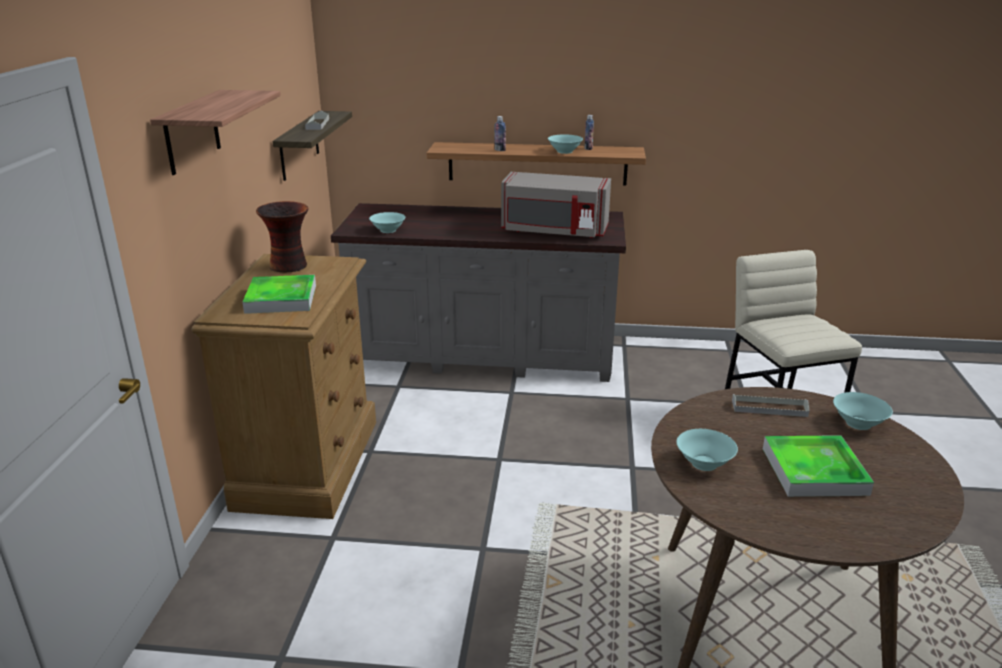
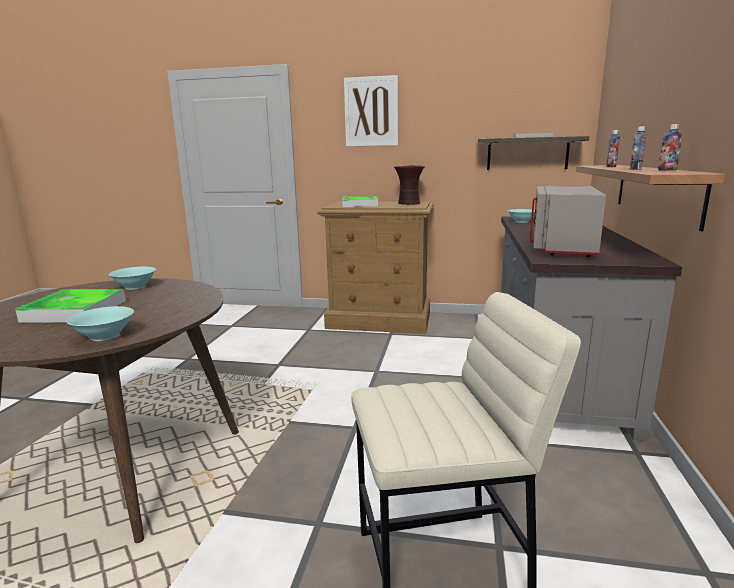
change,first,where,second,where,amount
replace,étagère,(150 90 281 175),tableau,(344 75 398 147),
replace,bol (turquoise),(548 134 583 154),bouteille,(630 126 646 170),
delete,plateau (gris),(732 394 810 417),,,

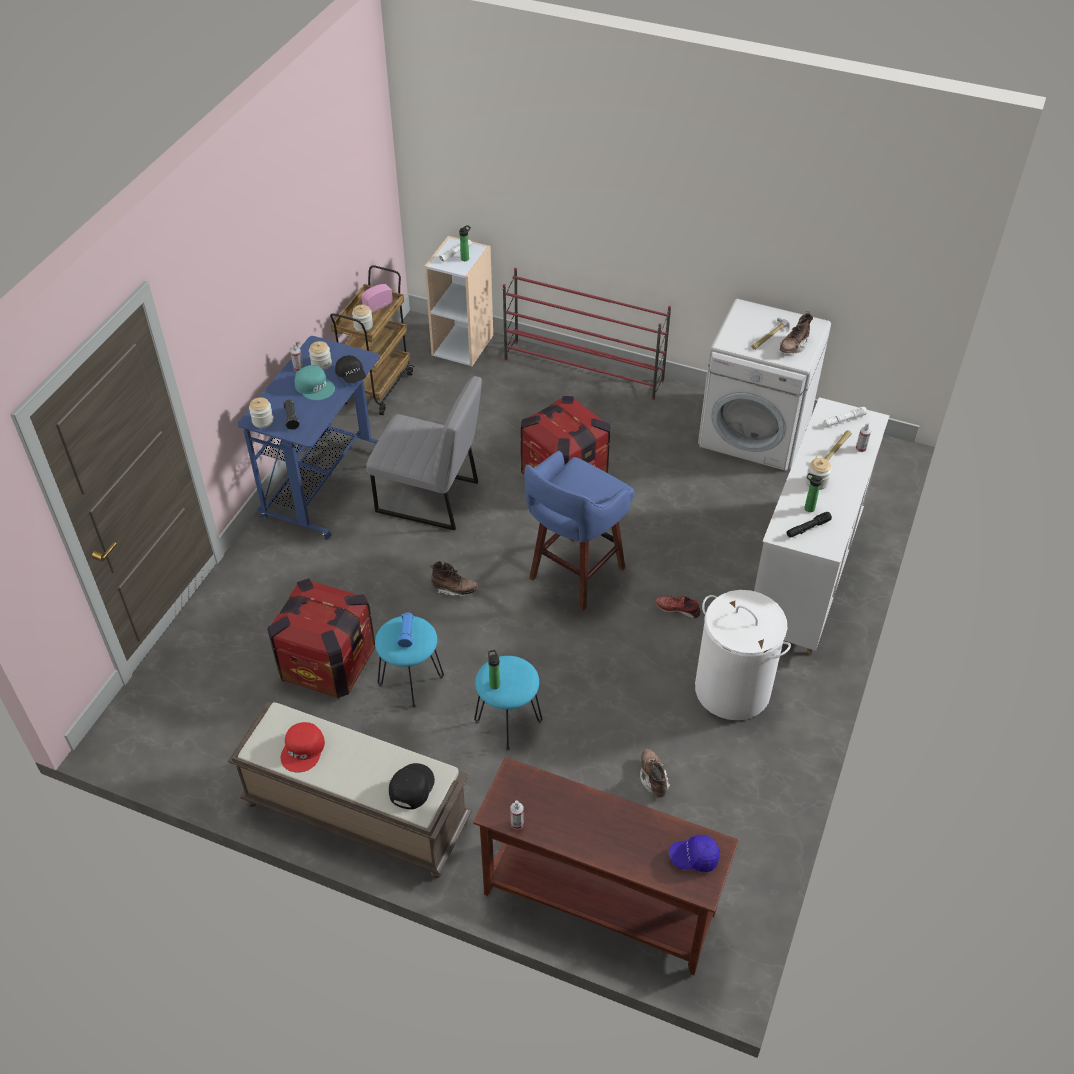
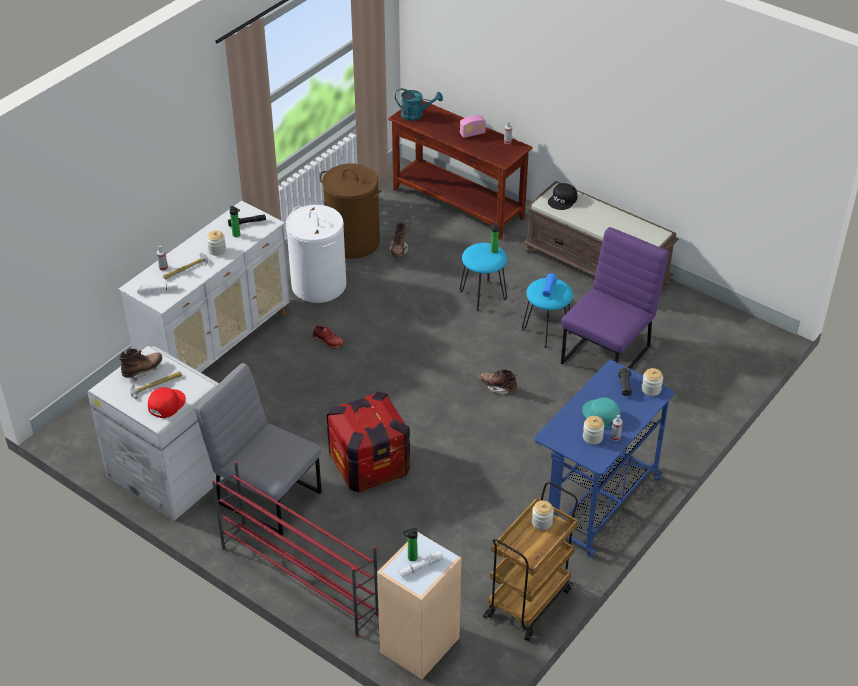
change,first,where,second,where,amount
move,casquette (rouge),(280 722 325 773),,(148 387 186 418),
move,chaise (gris),(366 376 482 531),,(195 363 322 535),
insert,,,panier à linge (marron),(320 163 381 259),
replace,casquette (bleu),(669 835 720 872),arrosoir (turquoise),(395 88 443 121),
move,radio,(361 284 393 313),,(460 115 486 138),
replace,caisse,(267 578 375 698),chaise (violet),(561 227 669 369),
delete,casquette (noir),(335 355 366 384),,,
delete,tabouret (bleu),(524 451 635 611),,,

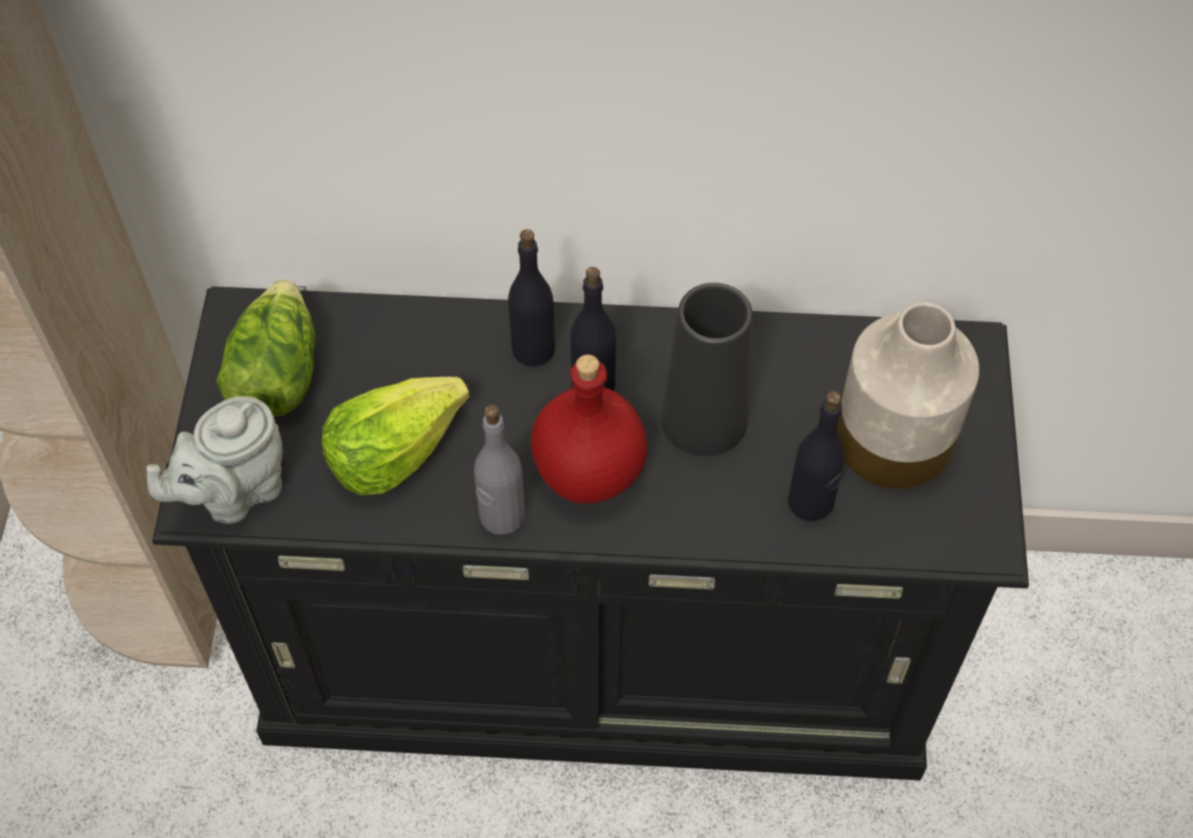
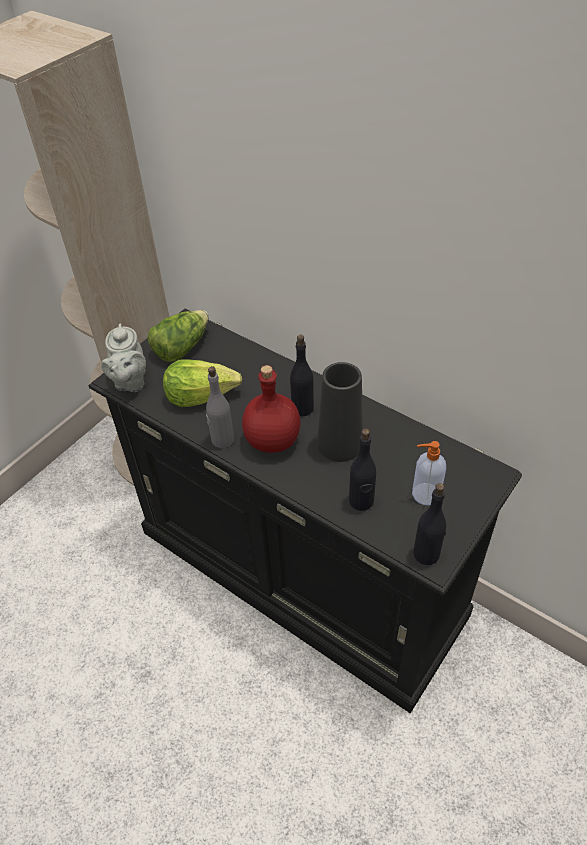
change,first,where,second,where,amount
rotate,théière (gris),(146 396 283 524),,(101 323 146 392),90 degrees counterclockwise
replace,vase (beige),(836 302 979 489),distributeur de savon,(412 441 446 505),
move,bouteille (noir),(508 229 555 367),,(413 483 446 565),

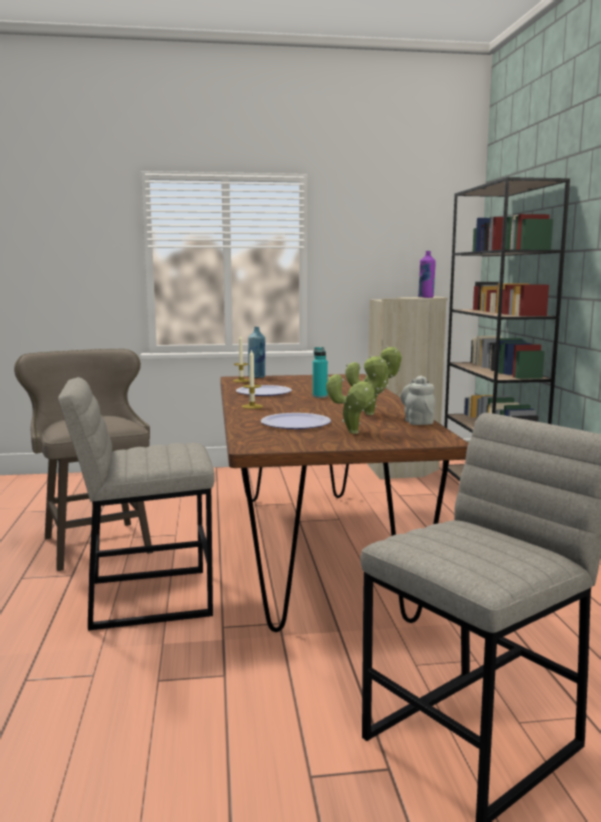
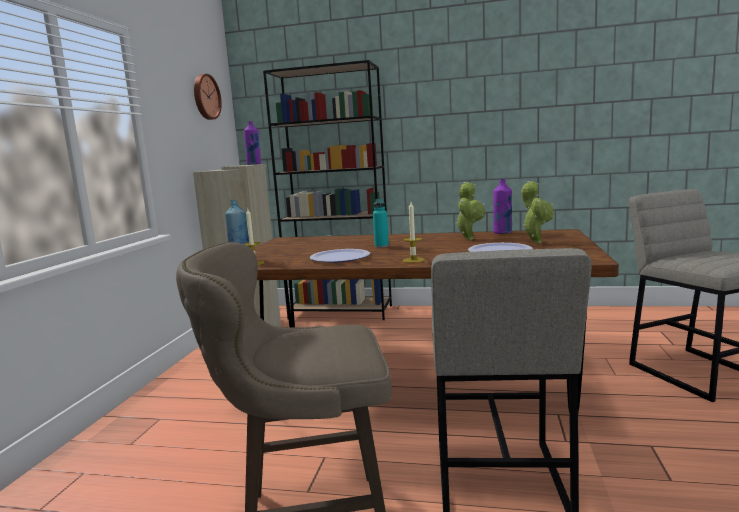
change,first,where,second,where,amount
insert,,,horloge murale,(194 74 222 120),
replace,théière (gris),(400 376 435 425),bouteille (violet),(493 179 512 234),

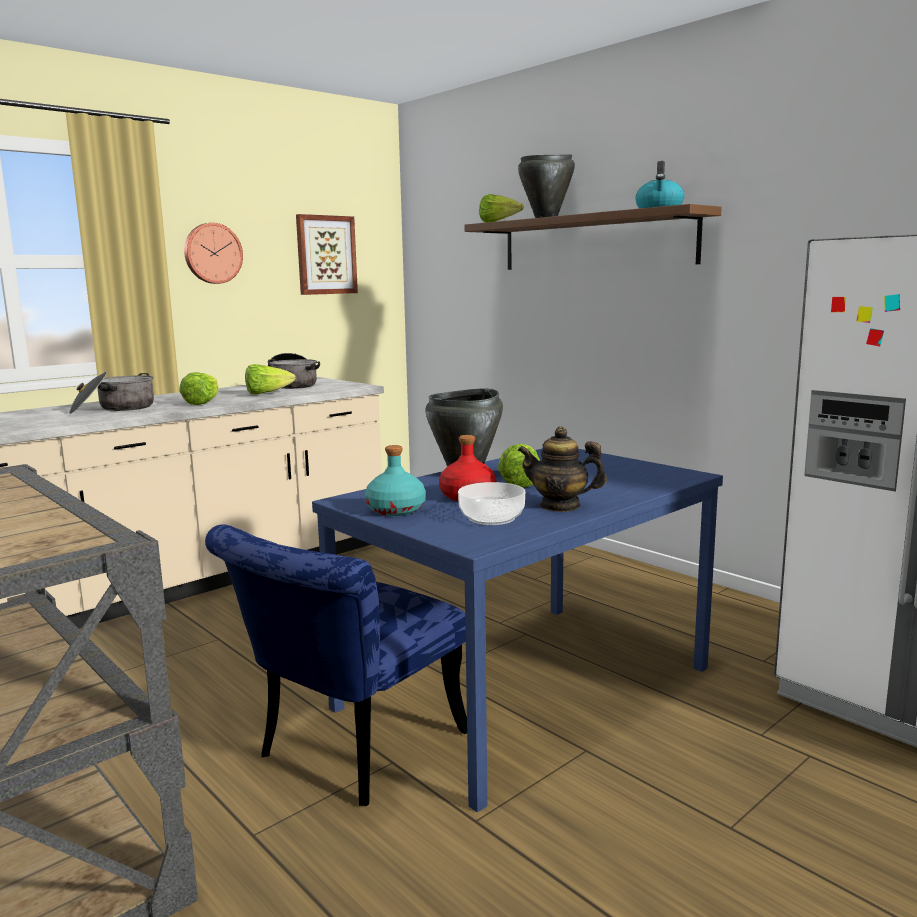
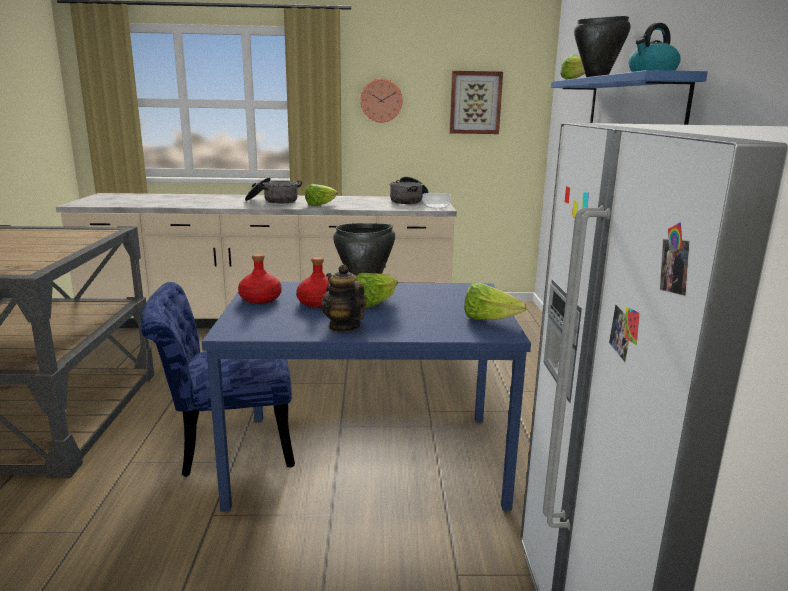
change,first,where,second,where,amount
recolor,bouteille (turquoise),(365 445 426 516),bouteille (rouge),(238 254 282 304),
move,bol,(458 482 525 525),,(422 193 451 209),
move,laitue,(245 364 296 394),,(464 283 527 320),
recolor,étagère (marron),(464 204 722 270),étagère (bleu),(551 70 708 125),

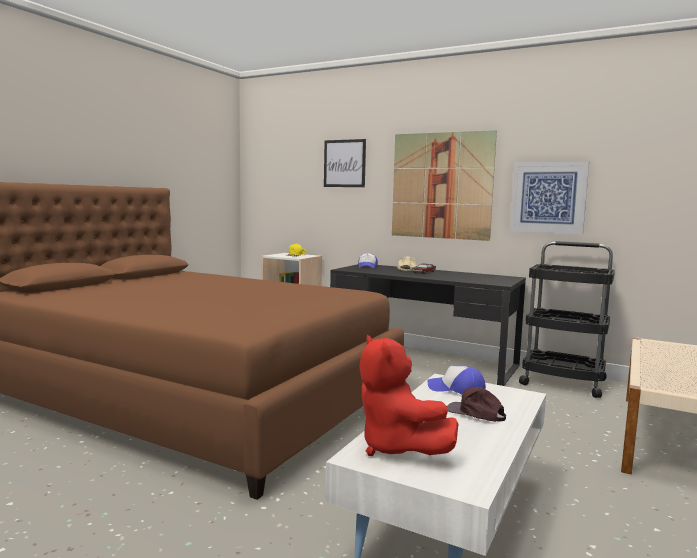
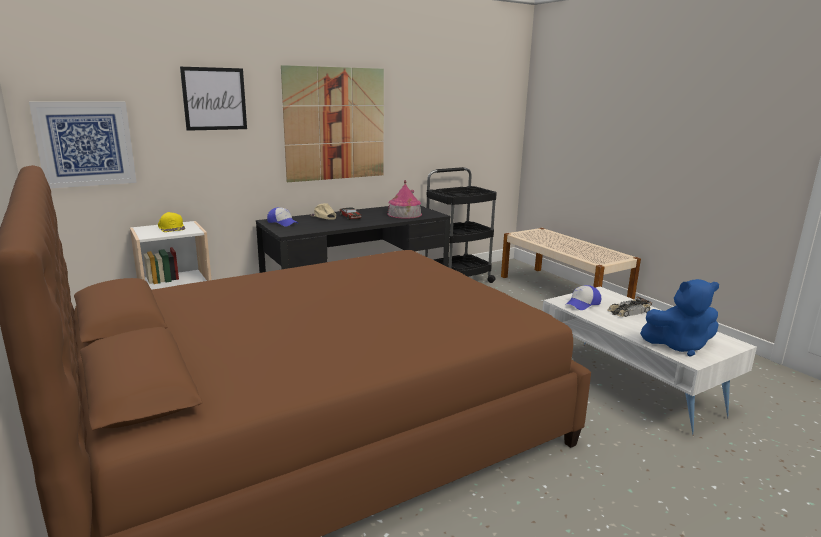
change,first,where,second,where,amount
move,tableau,(510 161 589 234),,(29 102 137 188),
insert,,,maison miniature,(387 180 422 219),
replace,casquette (marron),(447 387 506 422),petite voiture,(608 297 652 317),
recolor,peluche (rouge),(359 335 458 456),peluche (bleu),(640 279 719 357),

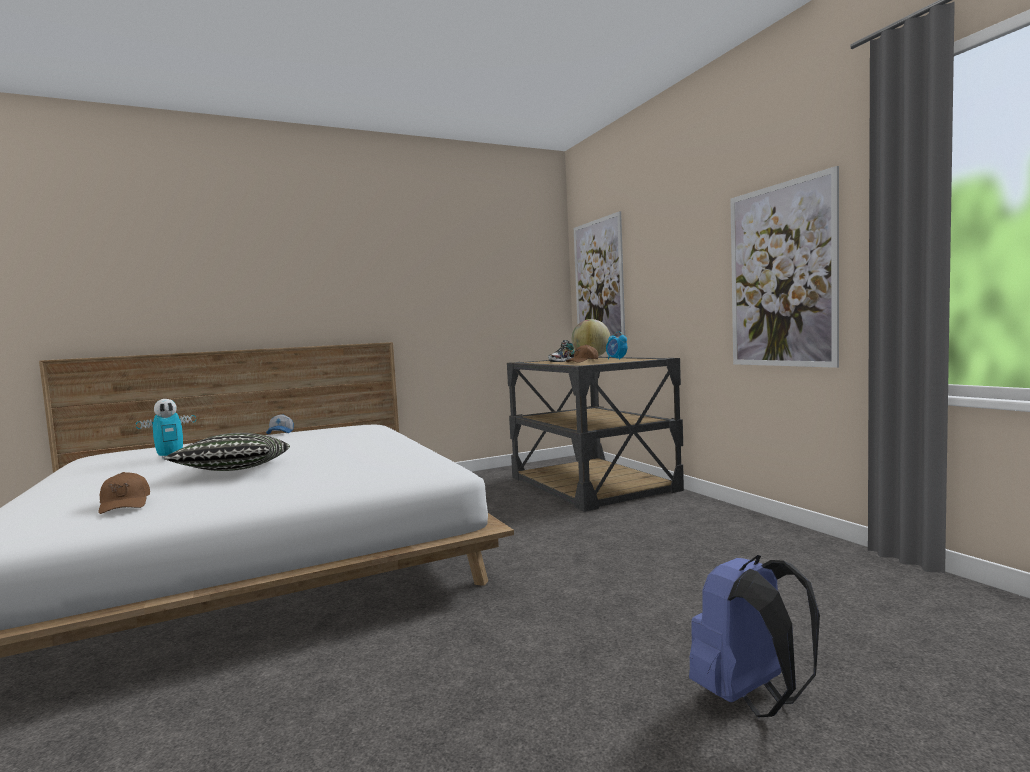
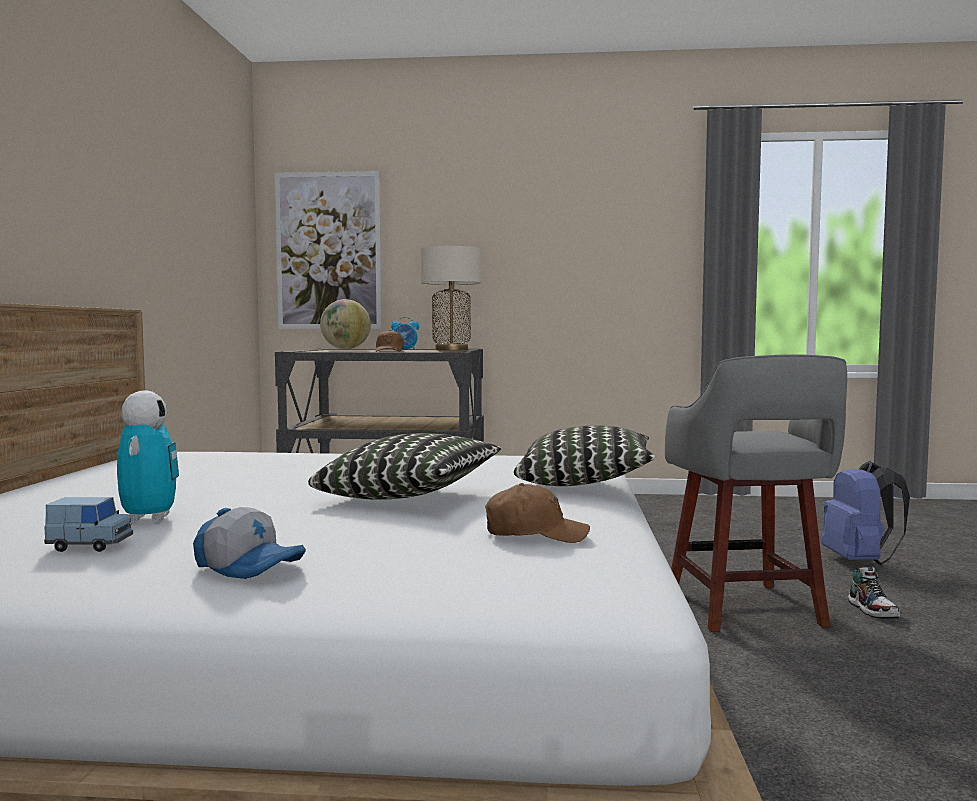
change,first,where,second,where,amount
insert,,,petite voiture (bleu),(44 497 133 552),
move,casquette,(266 415 294 434),,(193 507 306 579),
insert,,,lampe de table,(421 246 482 350),
insert,,,coussin,(514 425 655 486),
insert,,,tabouret (gris),(665 355 847 632),
move,chaussure,(548 340 575 362),,(848 566 900 619),
delete,tableau,(730 166 839 368),,,

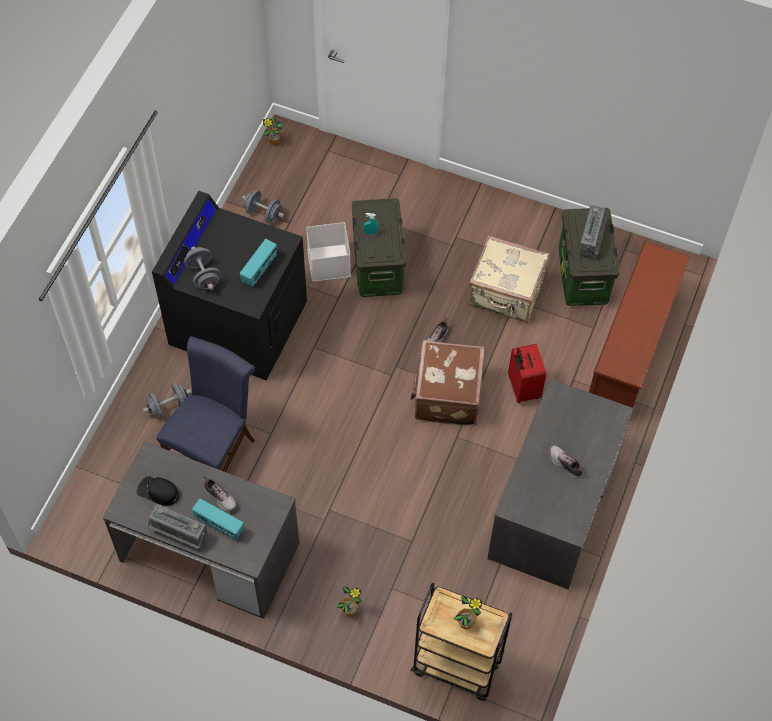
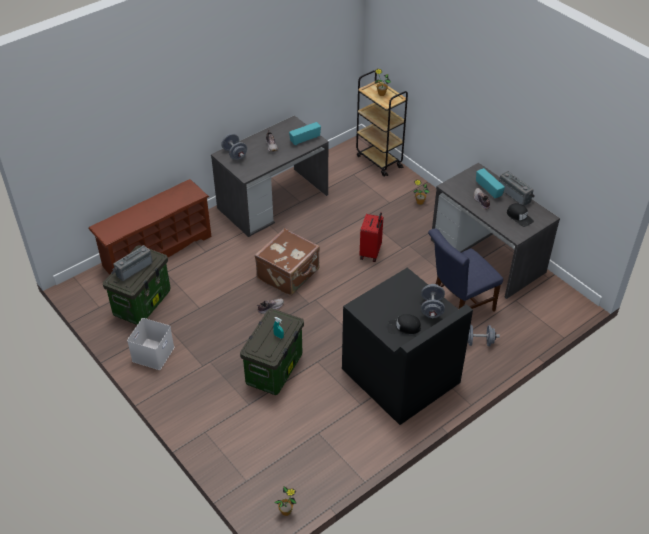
change,first,where,second,where,amount
move,boîte de rangement (blanc),(306 222 351 281),,(127 318 175 370),
move,haltère (gris),(242 190 284 223),,(221 133 247 160),
move,radio,(239 239 277 287),,(289 122 321 145),
move,valise (rouge),(508 344 546 403),,(360 212 383 262),
insert,,,casquette (noir),(388 314 421 334),
delete,valise (beige),(469 236 549 323),,,

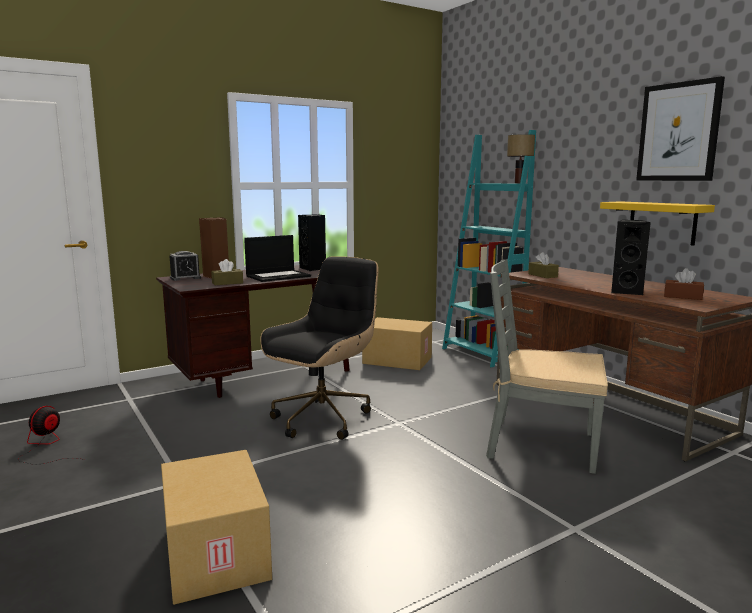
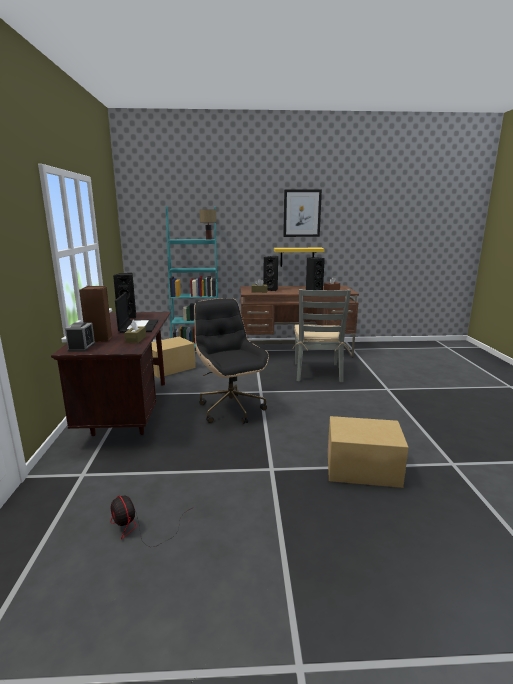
change,first,where,second,where,amount
insert,,,enceinte (noir),(263 256 278 291),
rotate,chaise (gris),(486 260 608 474),,(292 289 351 382),45 degrees counterclockwise

